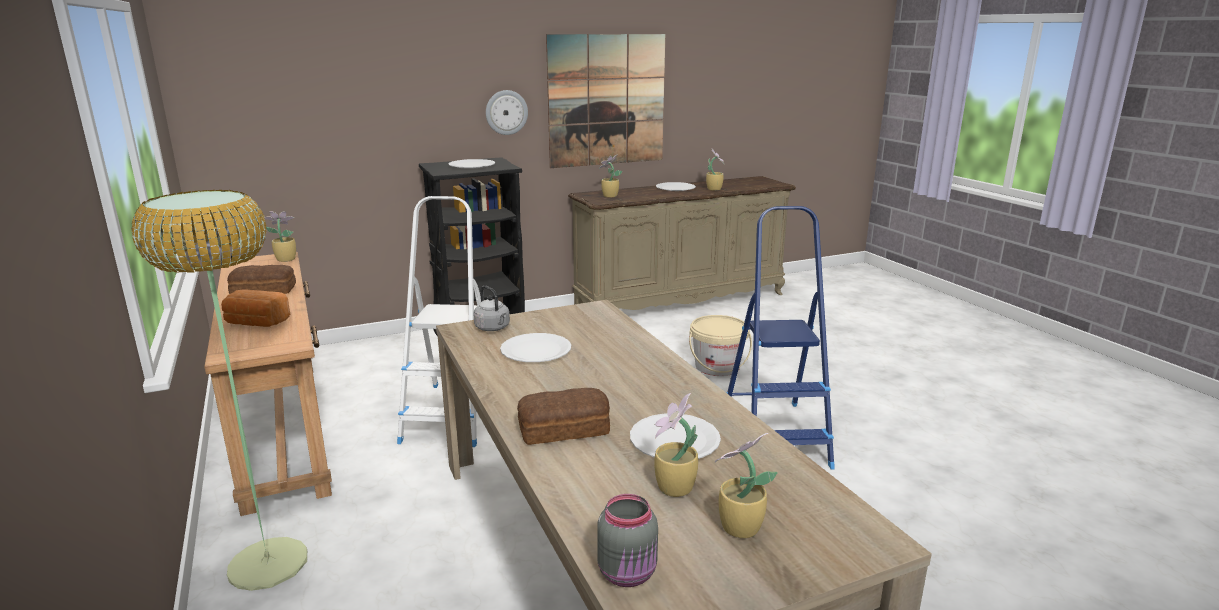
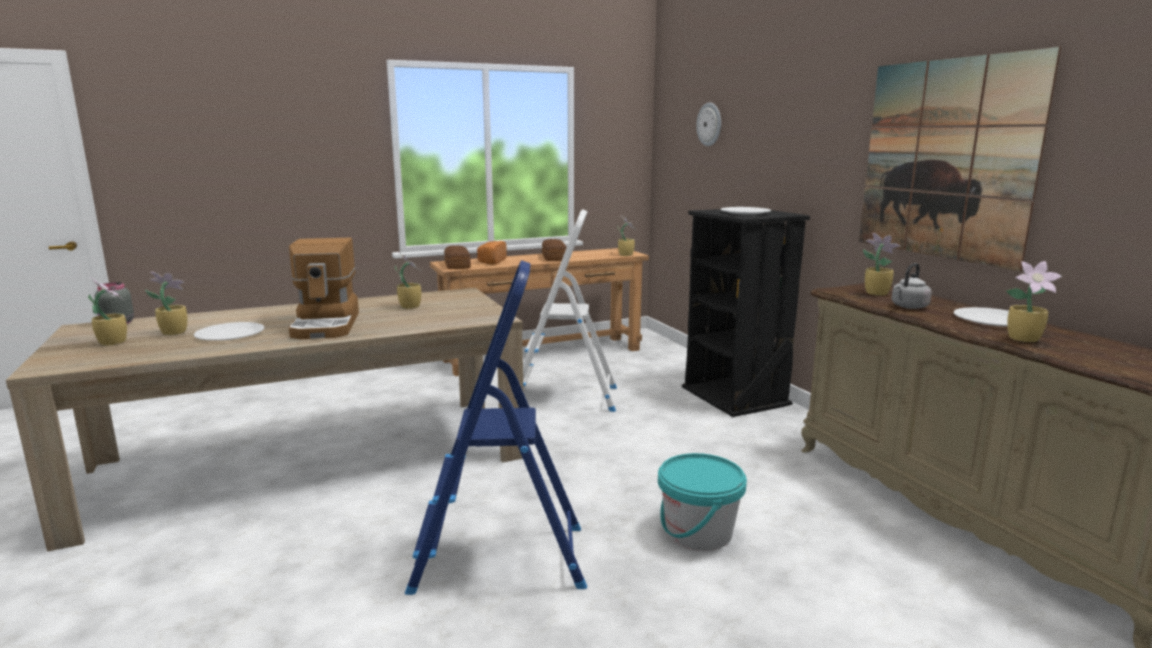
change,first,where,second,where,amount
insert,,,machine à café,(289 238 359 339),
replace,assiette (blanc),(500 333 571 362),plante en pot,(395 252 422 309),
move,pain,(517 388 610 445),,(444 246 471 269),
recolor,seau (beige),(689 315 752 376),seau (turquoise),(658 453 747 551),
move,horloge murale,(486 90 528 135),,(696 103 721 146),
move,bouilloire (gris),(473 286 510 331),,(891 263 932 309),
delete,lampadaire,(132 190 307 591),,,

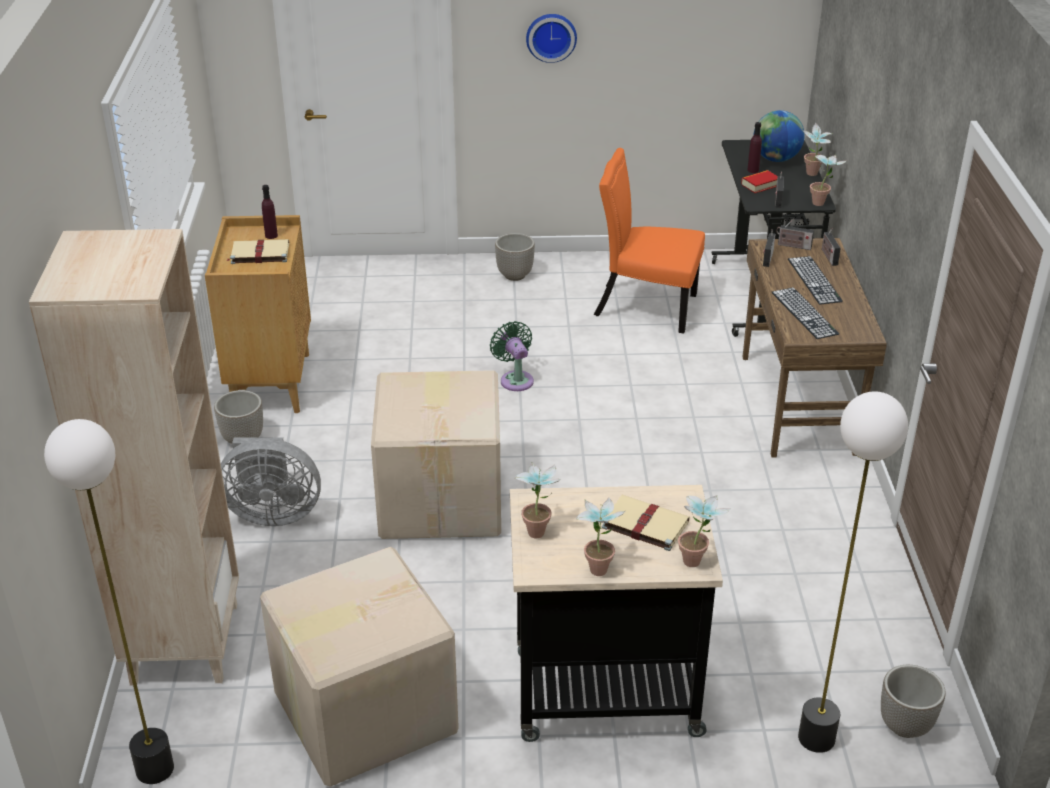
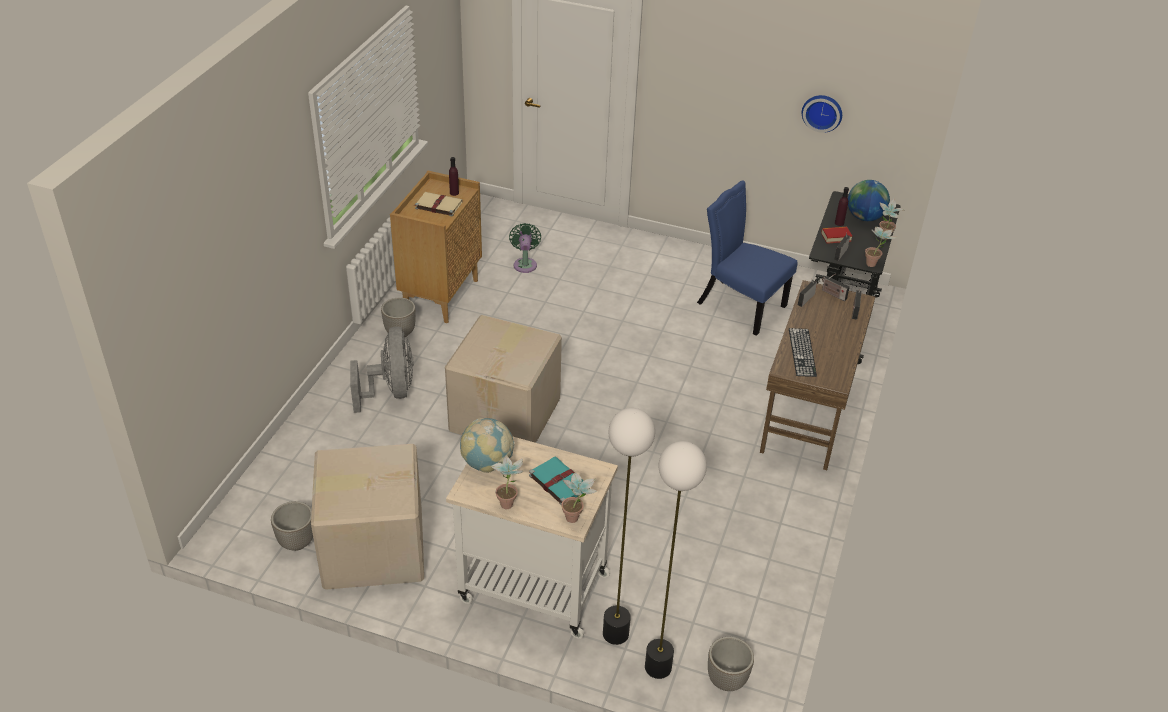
change,first,where,second,where,amount
move,cache-pot,(495 233 535 281),,(271 501 313 551),
rotate,ventilateur (gris),(221 437 321 526),,(350 327 414 413),120 degrees counterclockwise
recolor,chariot (noir),(510 485 723 742),chariot (blanc),(446 437 618 639),
replace,plante en pot,(514 462 561 538),globe,(460 418 515 473),
move,ventilateur (vert),(490 321 534 391),,(509 223 541 273),
recolor,livre (beige),(602 495 690 551),livre (turquoise),(529 456 583 505),
move,lampadaire,(44 419 174 784),,(603 408 655 645),
recolor,chaise (orange),(594 148 705 334),chaise (bleu),(697 180 798 336),
move,horloge murale,(526 14 577 63),,(802 95 842 133),
delete,bibliothèque (beige),(29 229 239 686),,,
delete,clavier,(788 256 843 305),,,

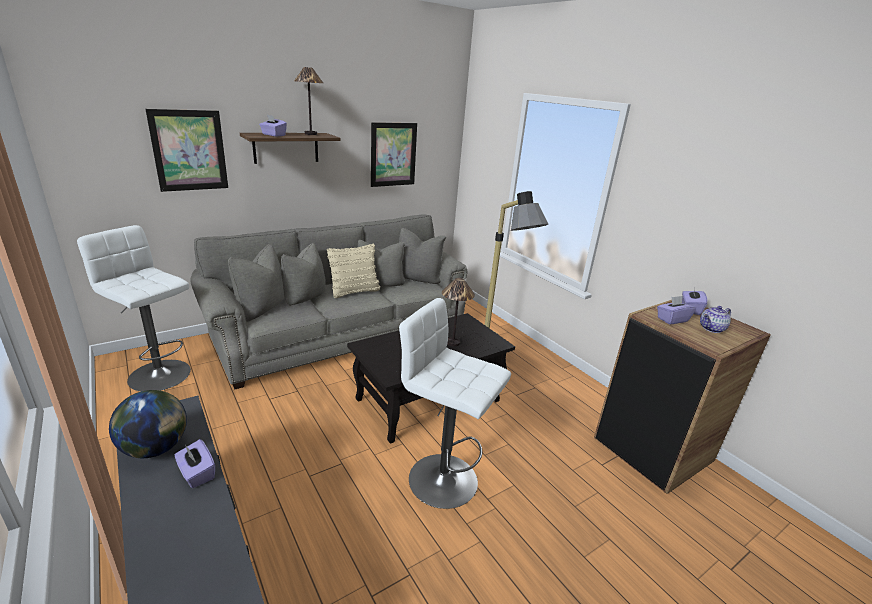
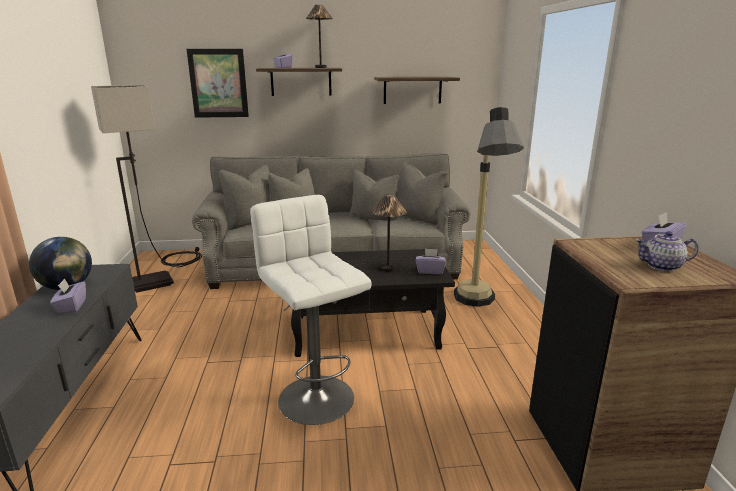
change,first,where,second,where,amount
replace,tabouret (blanc),(77 225 191 392),lampadaire,(91 85 202 293),
replace,tableau,(371 122 417 187),étagère,(374 77 460 104),
move,boîte à mouchoirs (violet),(657 296 696 324),,(416 249 446 274),
delete,coussin (beige),(327 244 380 298),,,

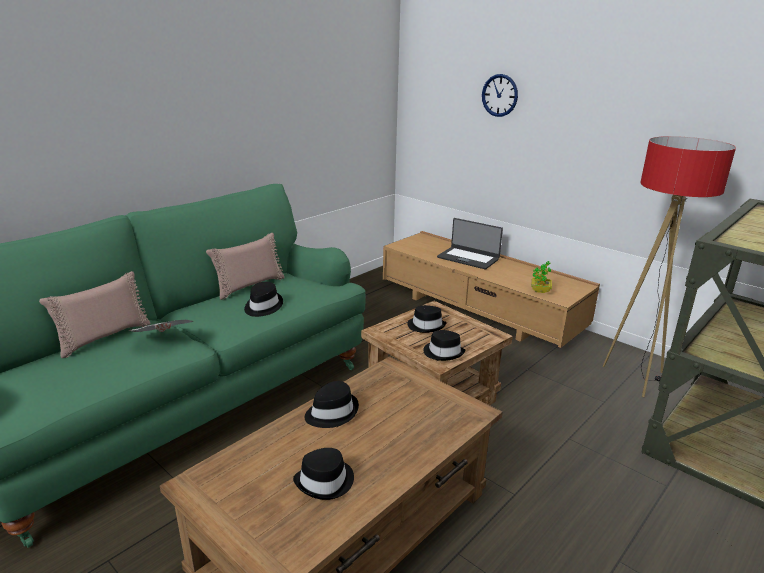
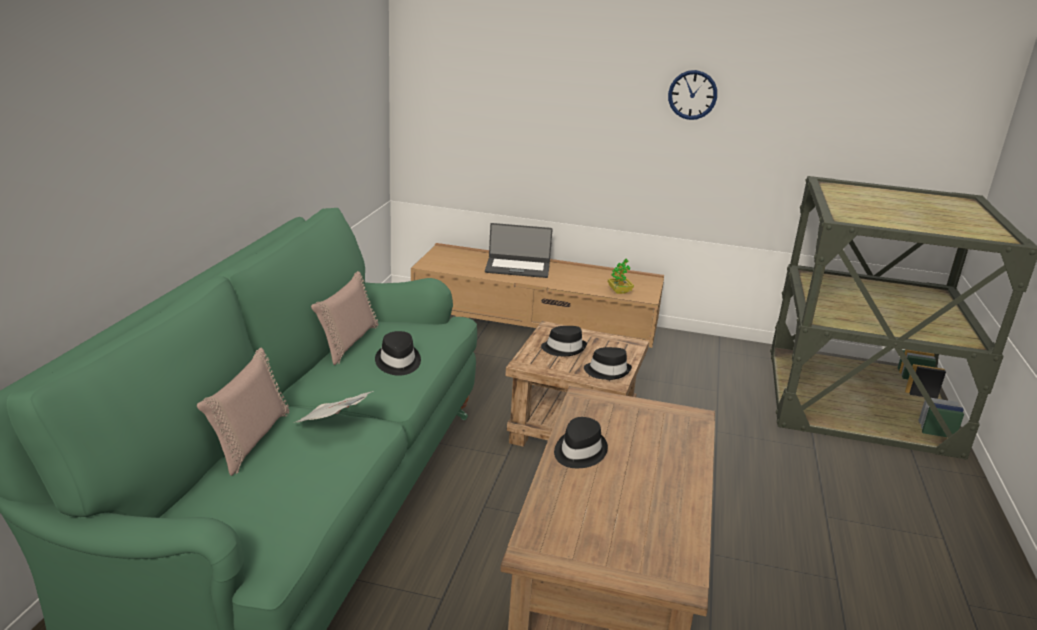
change,first,where,second,where,amount
move,horloge murale,(482 74 518 117),,(668 70 717 120),
delete,chapeau (noir),(293 448 354 500),,,
delete,lampadaire,(603 136 736 397),,,

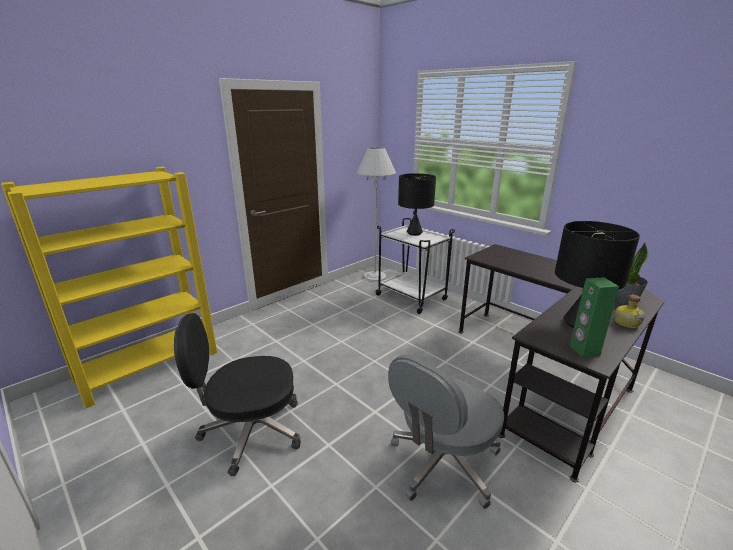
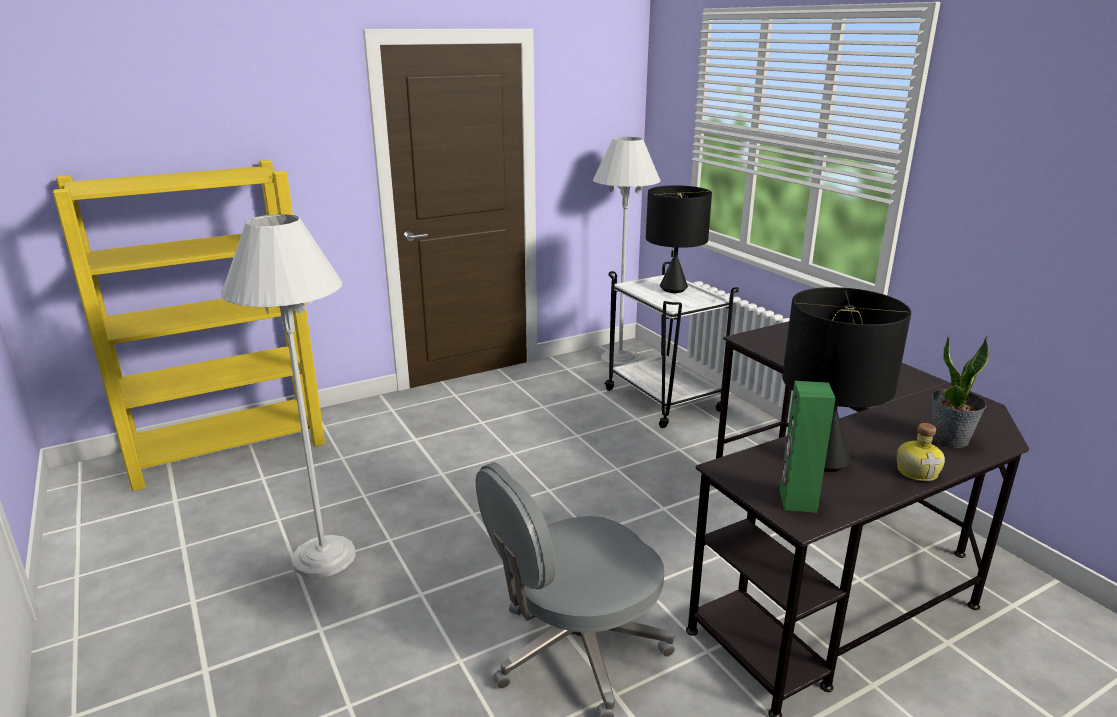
change,first,where,second,where,amount
replace,chaise de bureau (noir),(174 313 301 476),lampadaire (blanc),(221 214 356 578),

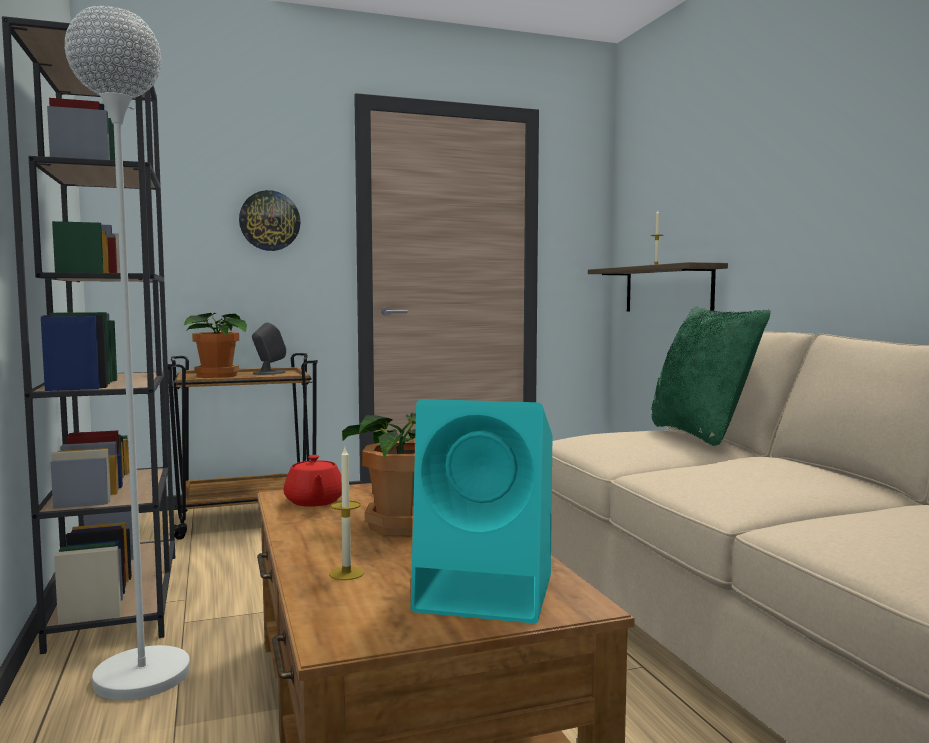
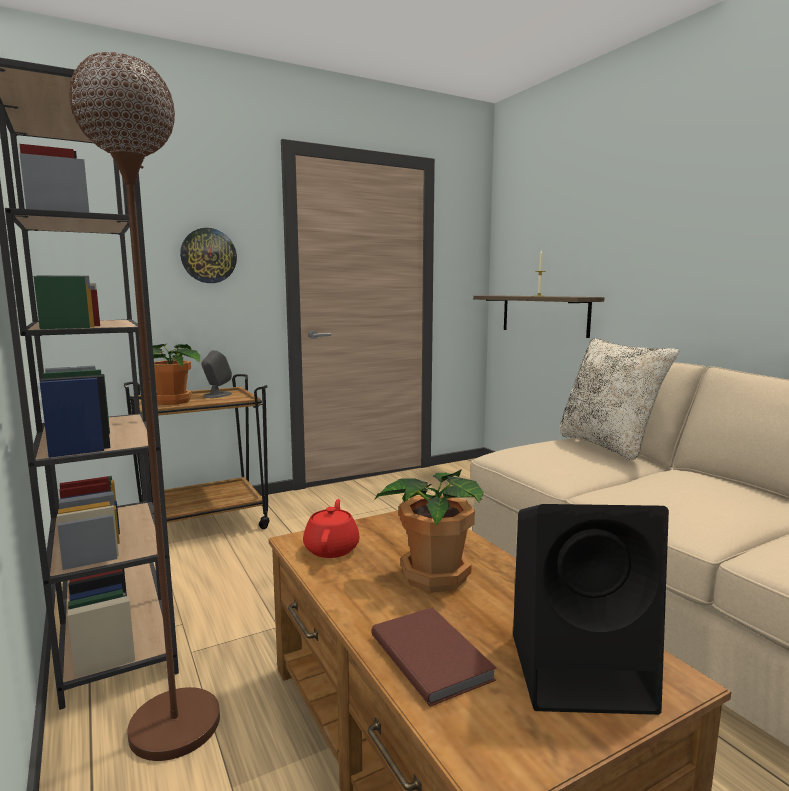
change,first,where,second,where,amount
recolor,lampadaire (blanc),(65 6 190 700),lampadaire (marron),(69 52 220 761),
rotate,théière (rouge),(284 455 342 507),,(303 499 359 558),150 degrees counterclockwise
replace,bougie,(329 448 364 580),livre (marron),(371 607 496 706),
recolor,enceinte (turquoise),(411 399 553 624),enceinte (noir),(513 504 669 715),
recolor,coussin (vert),(651 306 771 447),coussin (beige),(560 338 679 460),

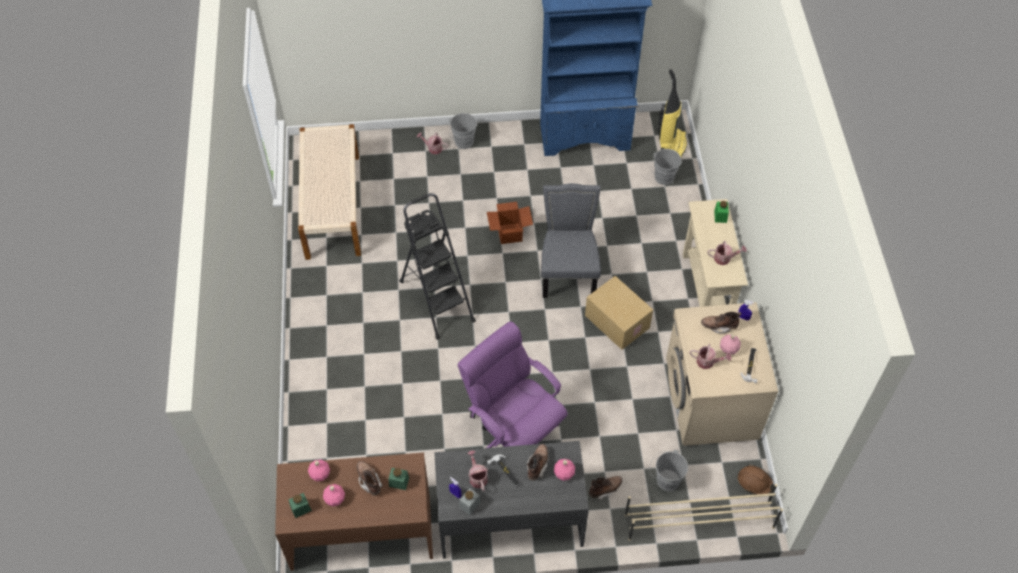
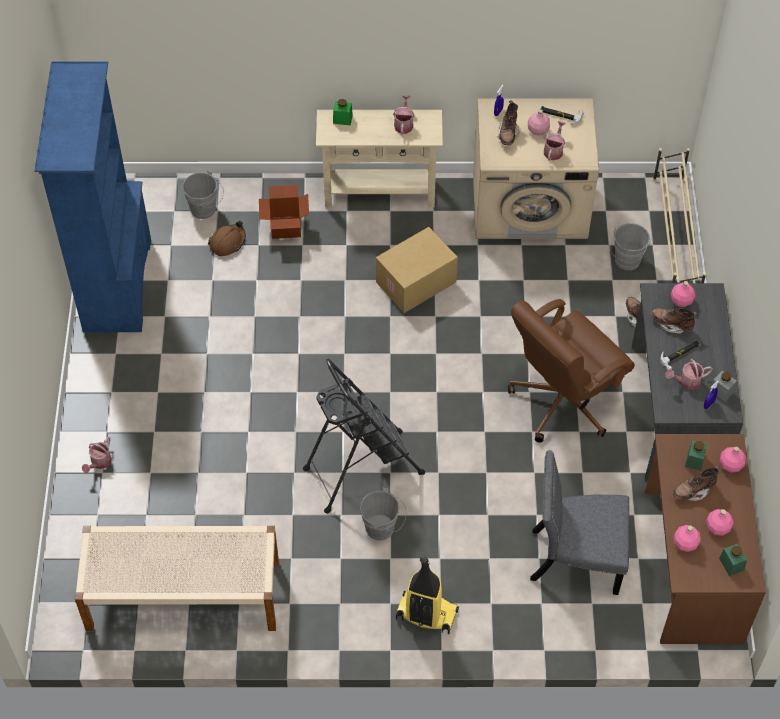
change,first,where,second,where,amount
move,casque de chantier (marron),(738 464 775 495),,(208 221 246 256),
move,carton,(487 202 533 244),,(259 185 309 239),
move,seau (gris),(449 113 478 149),,(360 488 406 541),
move,aspirateur,(658 69 687 158),,(396 557 459 635),
recolor,chaise de bureau (violet),(458 321 567 448),chaise de bureau (marron),(508 299 635 443),
move,chaise (gris),(541 183 601 298),,(530 450 629 595),
insert,,,bouteille (rose),(720 446 746 473),

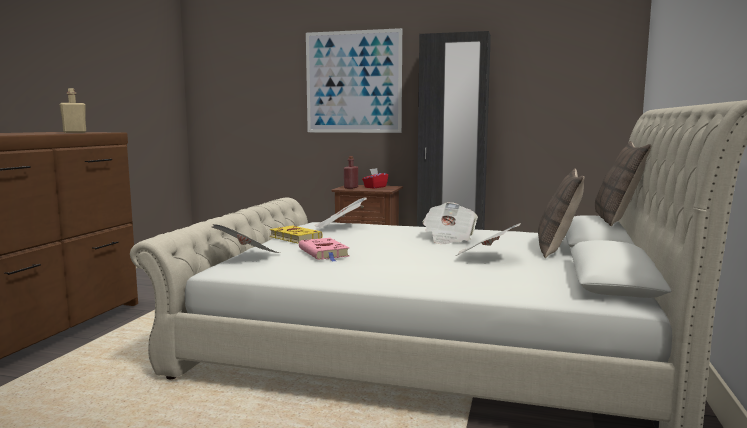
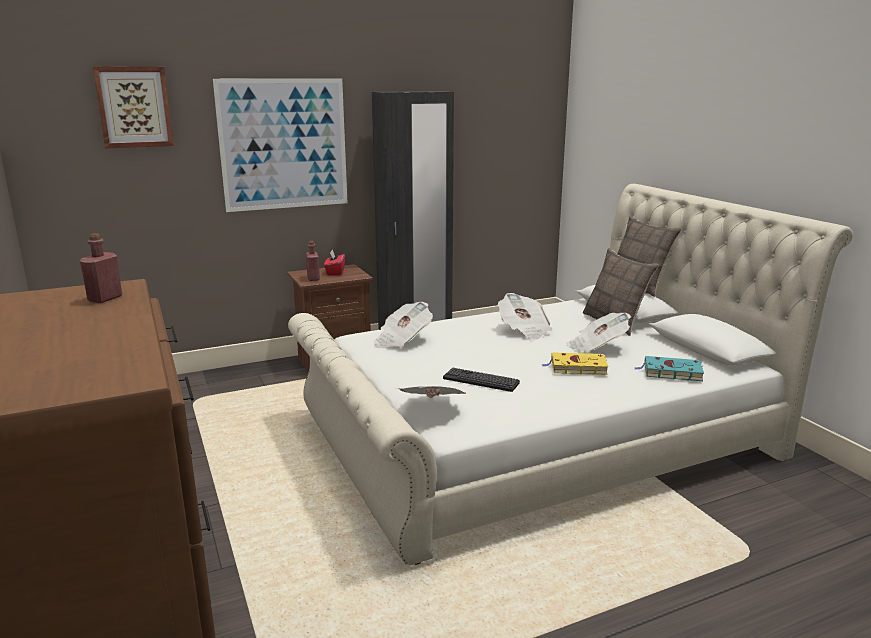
change,first,where,second,where,amount
recolor,bouteille (beige),(59 88 86 133),bouteille (rouge),(80 233 122 303),
insert,,,tableau,(93 66 174 149),
replace,livre (rose),(299 238 350 262),clavier,(443 367 520 392),
move,livre (jaune),(269 225 323 244),,(541 352 608 375),
insert,,,livre (turquoise),(634 356 704 381),

